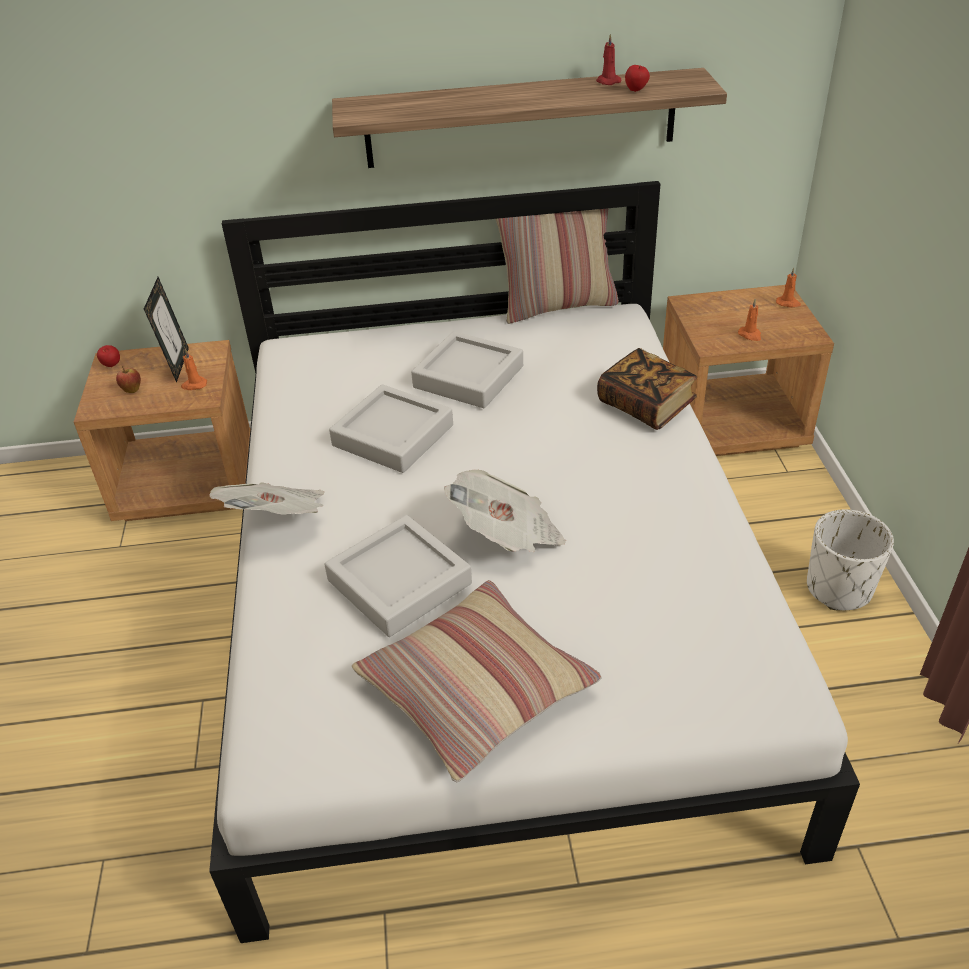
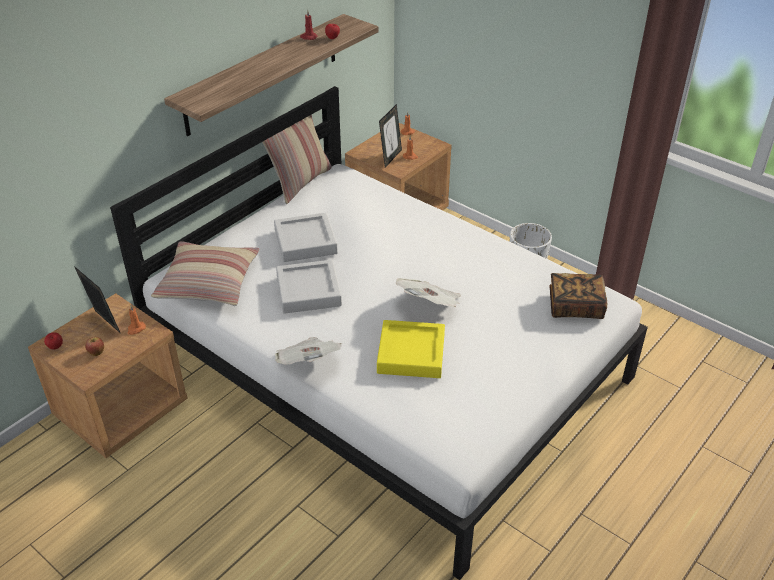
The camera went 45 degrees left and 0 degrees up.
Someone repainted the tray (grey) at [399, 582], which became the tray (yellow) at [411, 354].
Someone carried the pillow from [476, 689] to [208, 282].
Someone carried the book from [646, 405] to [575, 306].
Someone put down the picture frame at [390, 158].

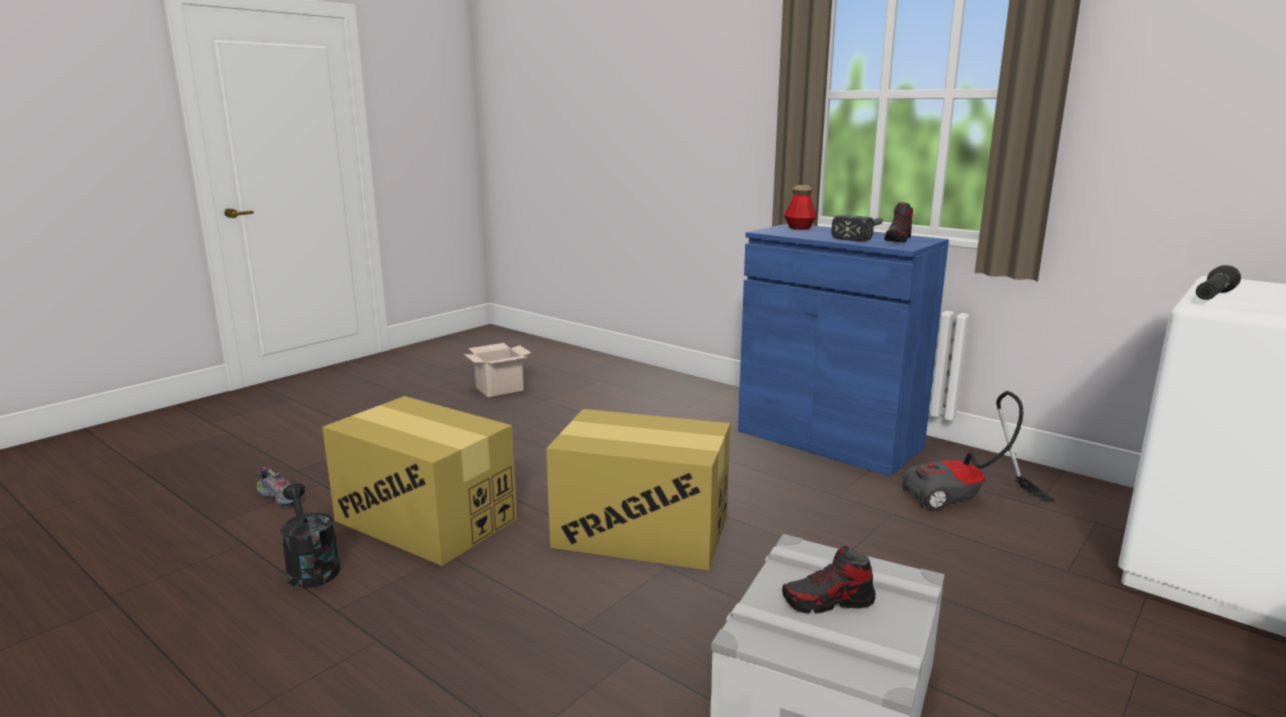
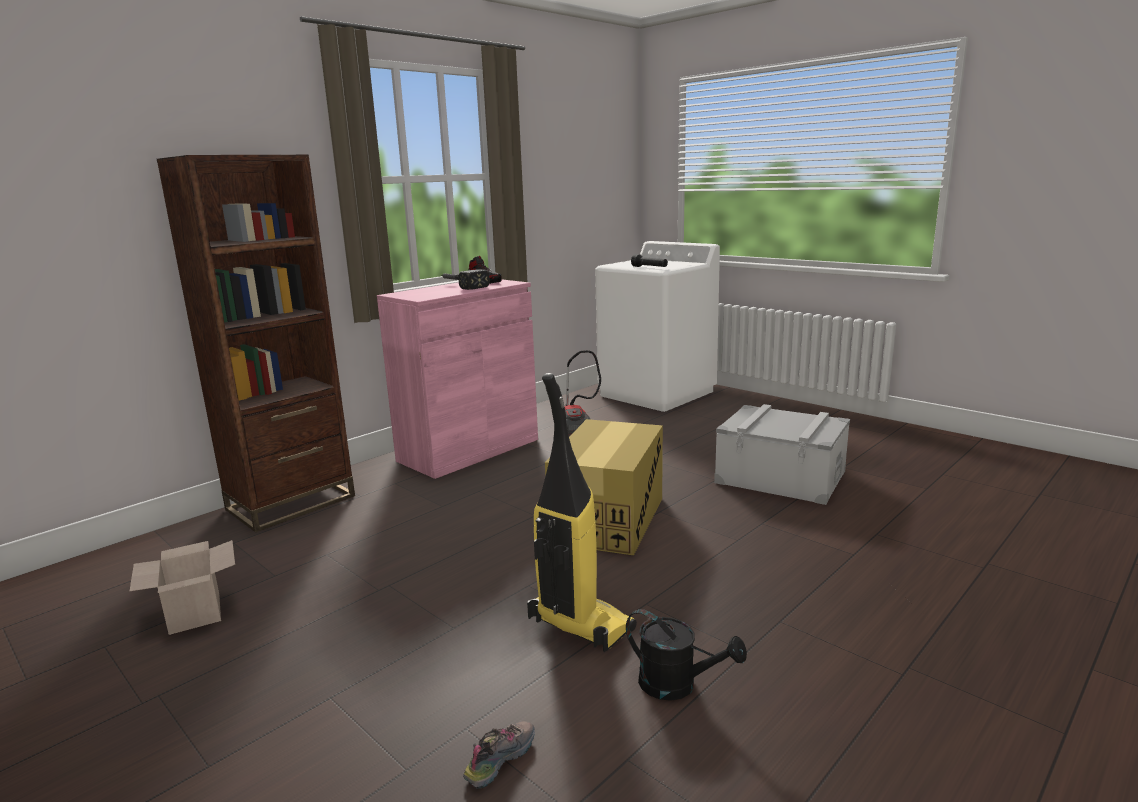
The camera went 85 degrees left and 0 degrees up.
Someone rotated the watering can (black) at [310, 567] by 120 degrees counterclockwise.
Someone swapped the cardboard box at [425, 519] for the vacuum cleaner at [579, 625].
Someone repainted the cabinet (blue) at [829, 439], which became the cabinet (pink) at [469, 450].
Someone took away the shoe at [828, 602].
Someone took away the bottle at [799, 228].
Someone put down the bookcase (brown) at [291, 503].

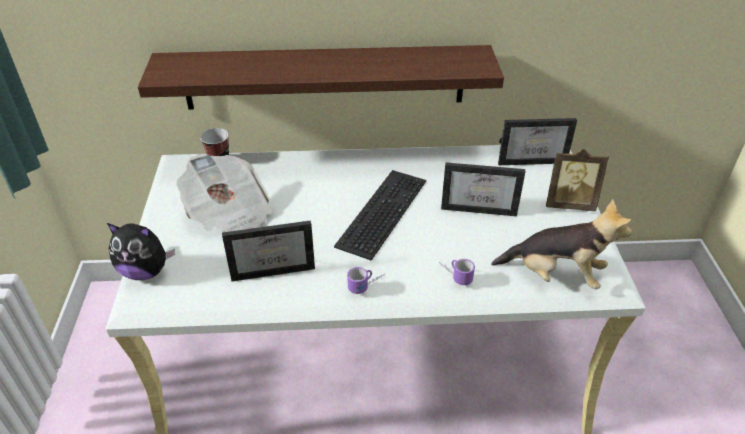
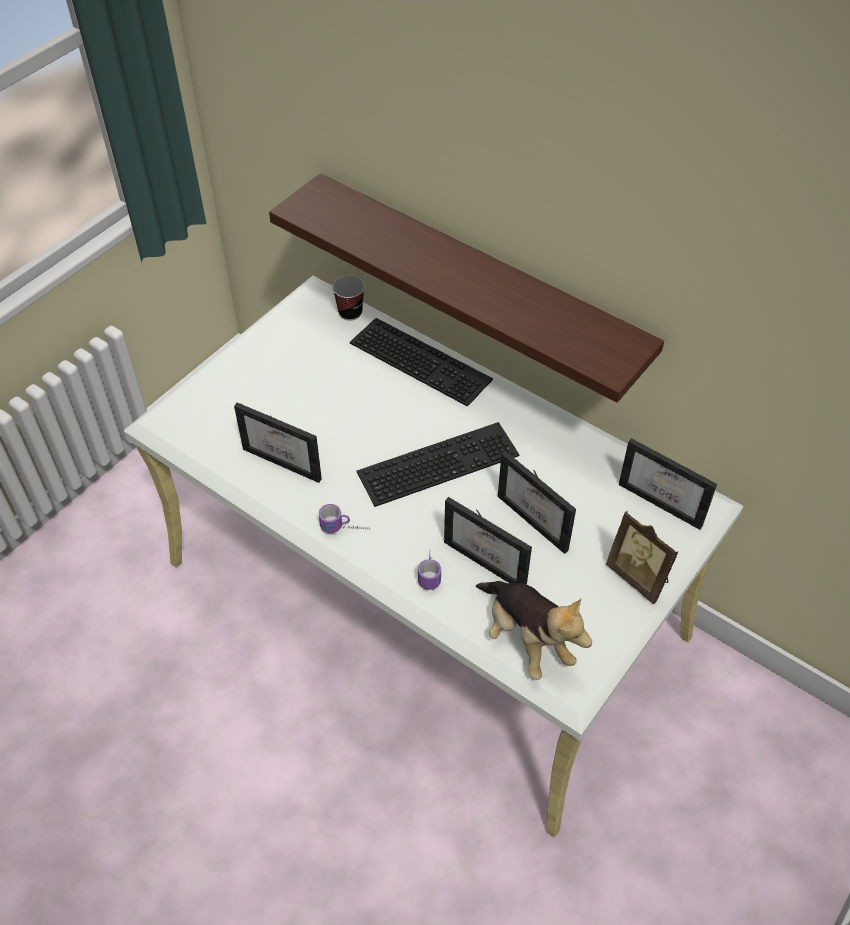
The camera went 40 degrees right and 10 degrees up.
Someone took away the plush toy at [145, 271].
Someone took away the newspaper at [229, 216].
Someone put down the keyboard at [423, 360].
Someone put down the picture frame at [491, 559].

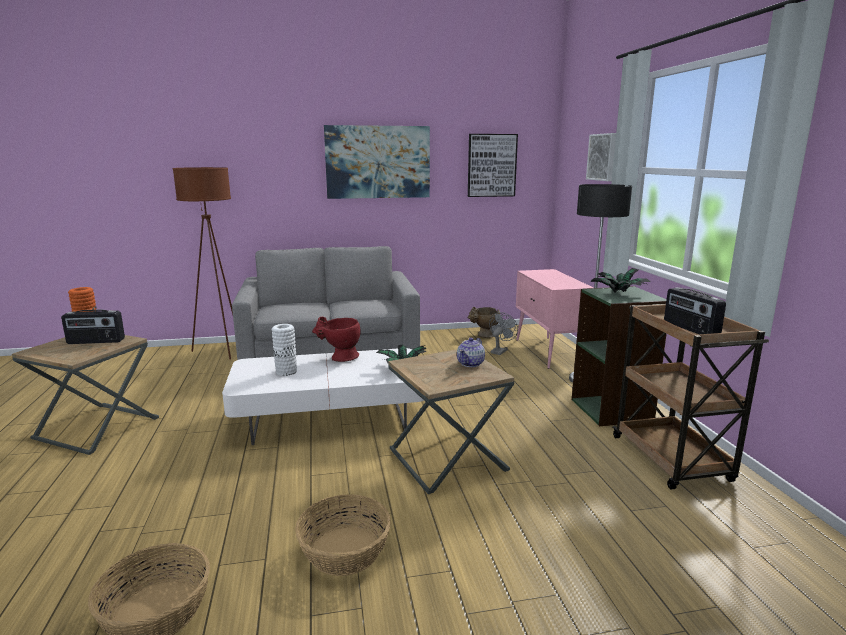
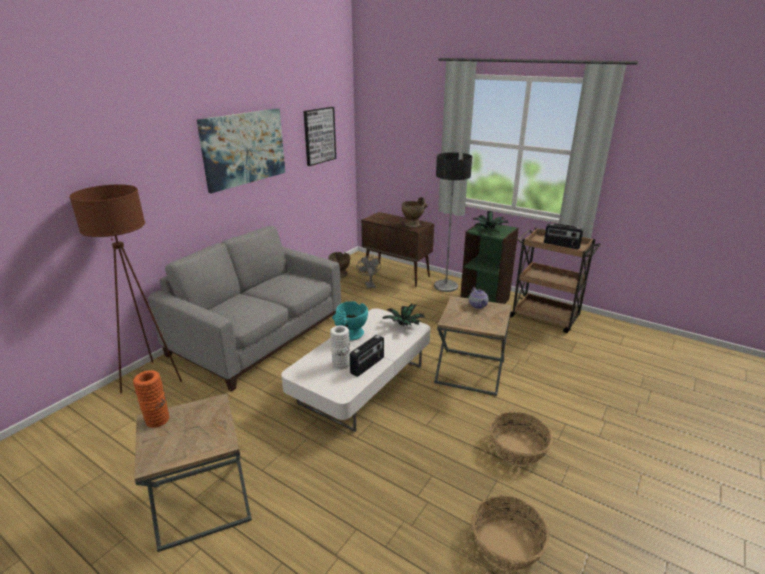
The camera went 45 degrees left and 10 degrees up.
Someone carried the radio from [96, 341] to [368, 365].
Someone repainted the vase (red) at [340, 358], which became the vase (turquoise) at [351, 336].
Someone repainted the cabinet (pink) at [548, 352], which became the cabinet (brown) at [397, 274].
Someone took away the picture at [603, 157].
Someone put down the vase (beige) at [414, 224].

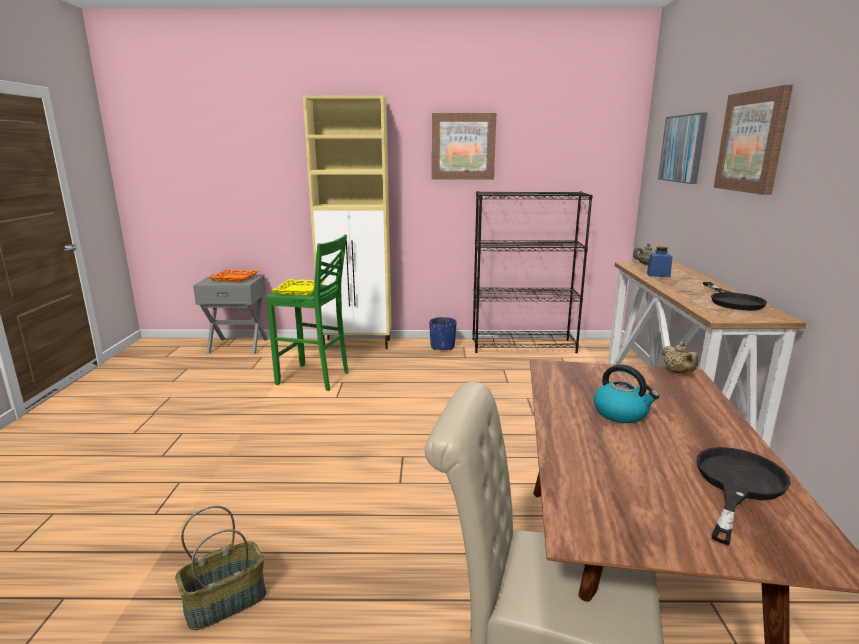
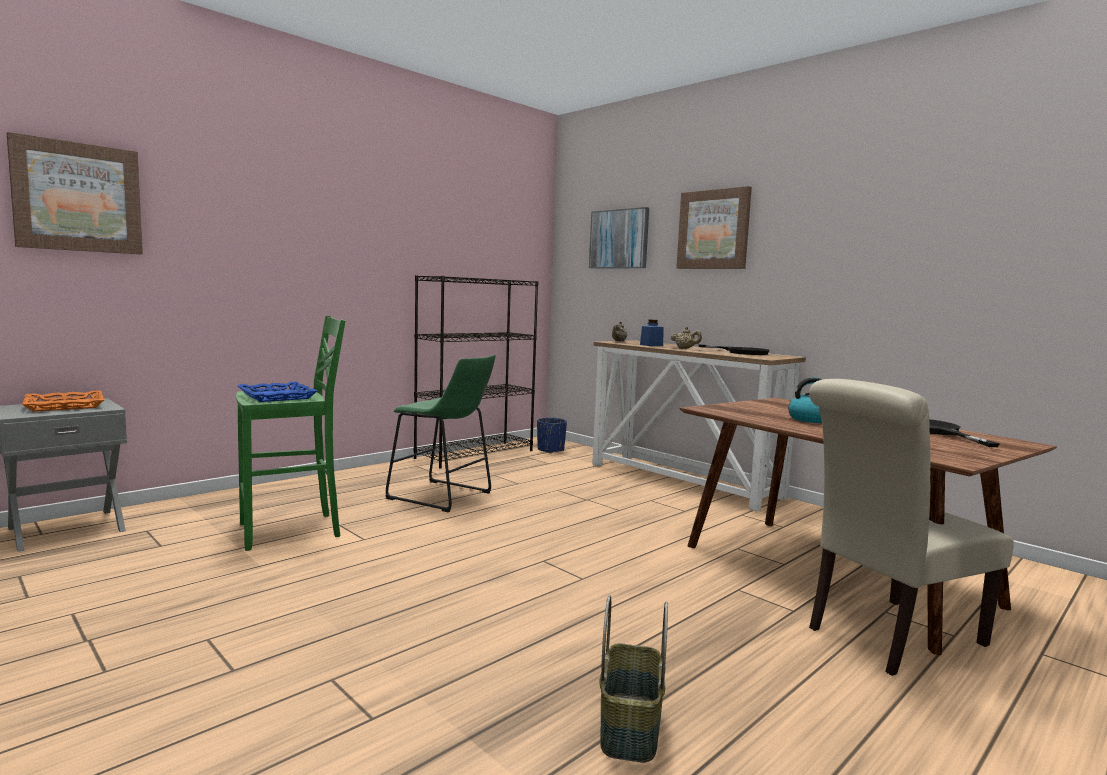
The camera went 45 degrees left and 10 degrees down.
Someone repainted the tray (yellow) at [299, 290], which became the tray (blue) at [276, 396].
Someone took away the cabinet (beige) at [358, 344].
Someone carried the planter (blue) from [442, 347] to [550, 450].
Someone carried the picture from [463, 146] to [78, 197].
Someone carried the teapot (beige) from [677, 372] to [685, 348].
Someone put down the stool (green) at [444, 497].

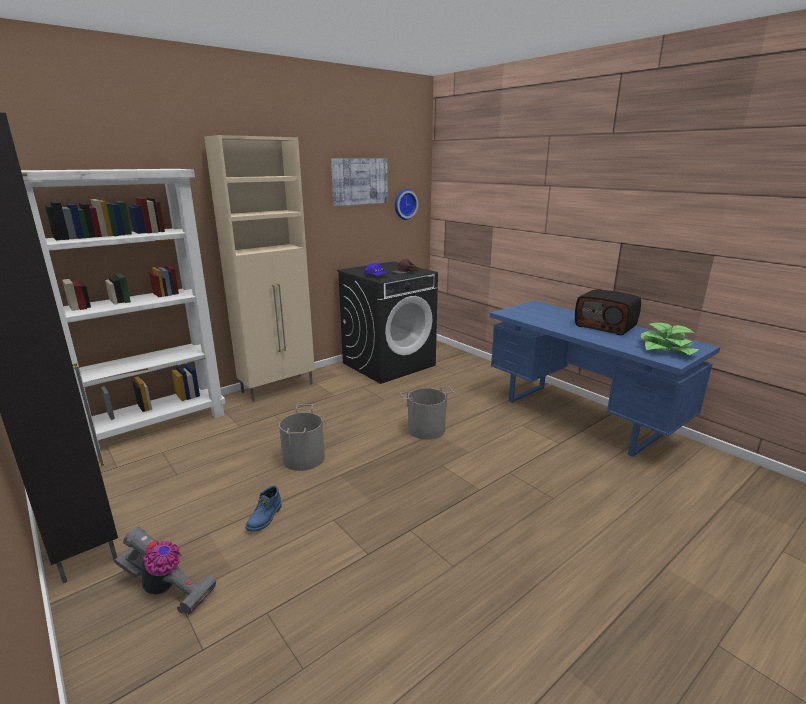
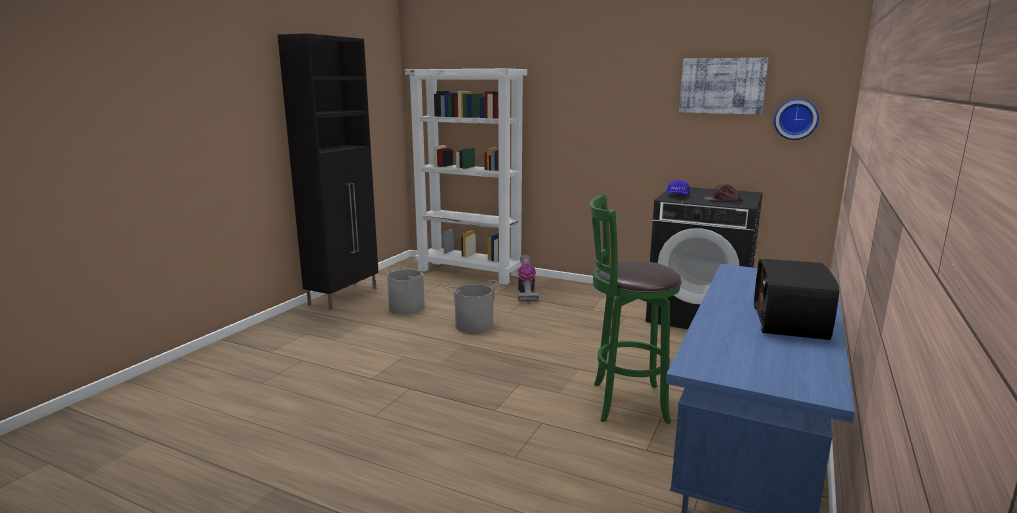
The camera went 65 degrees right and 5 degrees down.
Someone carried the vacuum cleaner from [166, 589] to [526, 293].
Someone took away the cabinet (beige) at [278, 388].
Someone took away the boot (blue) at [265, 518].
Someone carried the bucket (grey) from [426, 429] to [407, 307].
Someone took away the potted plant at [666, 349].
Someone put down the stool (green) at [624, 402].

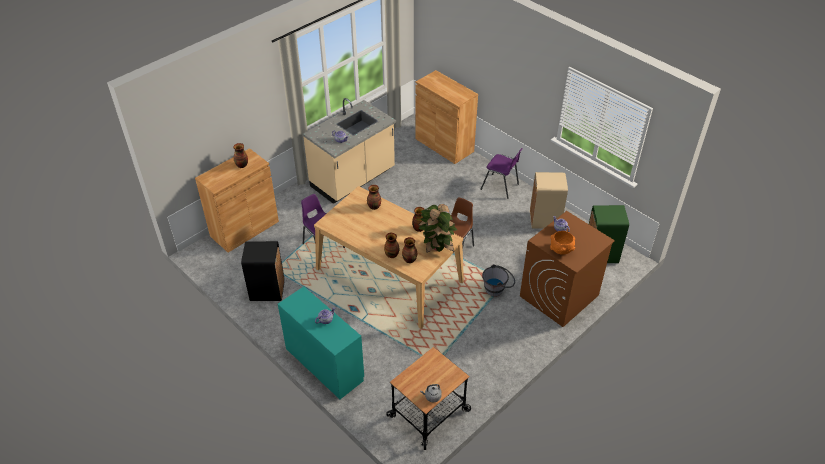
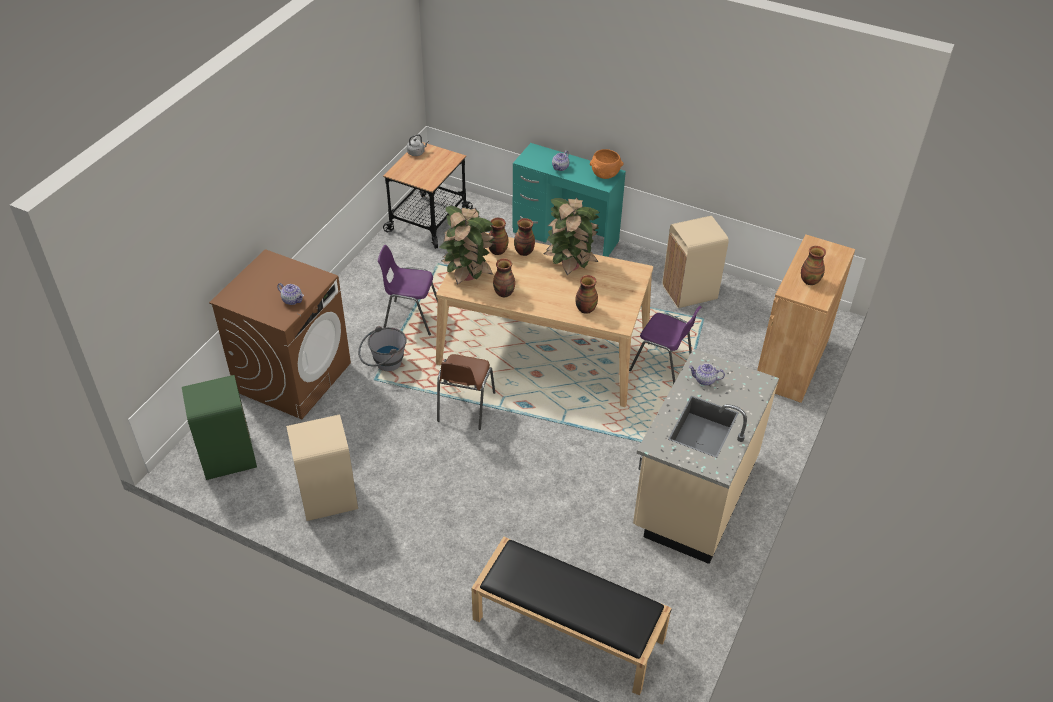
The camera went 160 degrees right and 0 degrees up.
Someone repainted the trash can (black) at [267, 290], which became the trash can (beige) at [690, 292].
Someone swapped the cabinet (brown) at [444, 145] for the bench (black) at [567, 629].
Someone carried the chair (purple) from [500, 187] to [410, 317].
Someone carried the bowl (orange) from [561, 250] to [605, 175].
Someone put down the potted plant at [571, 264].

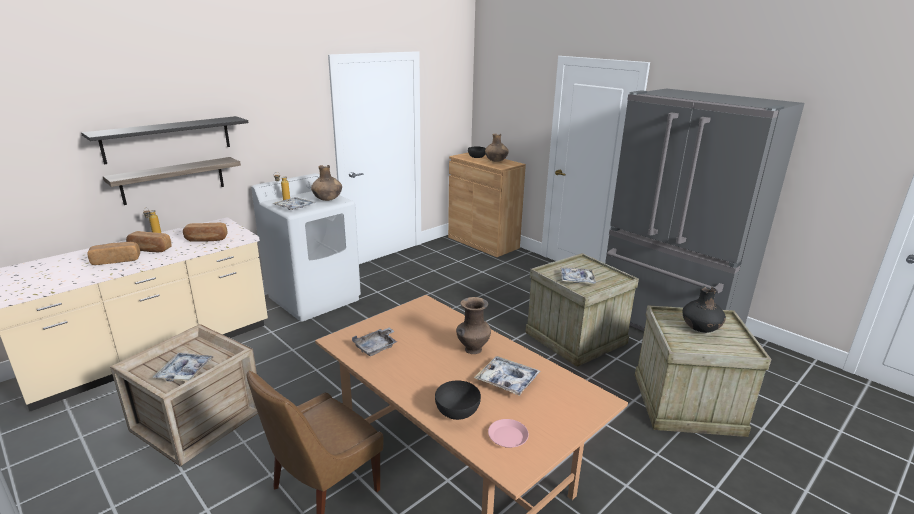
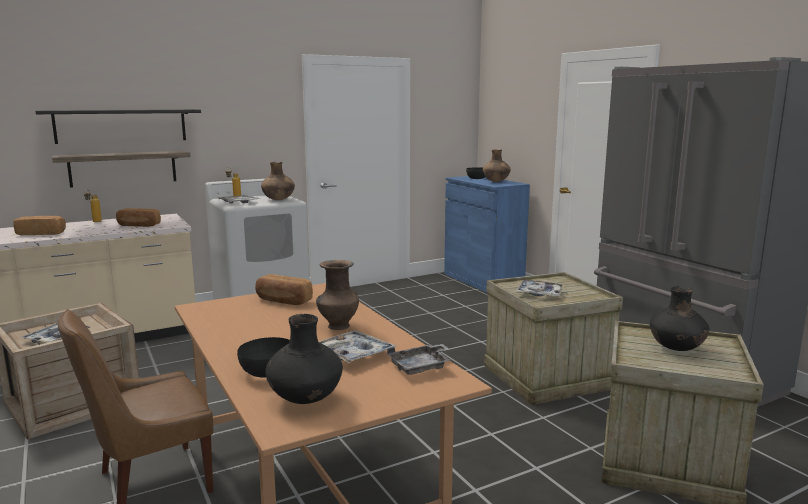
The camera went 15 degrees right and 10 degrees down.
Someone carried the bread from [149, 249] to [283, 301].
Someone carried the tray (grey) from [376, 347] to [421, 367].
Someone repainted the cabinet (brown) at [483, 242], which became the cabinet (blue) at [482, 281].
Someone swapped the plate (pink) at [507, 436] for the vase (black) at [305, 399].

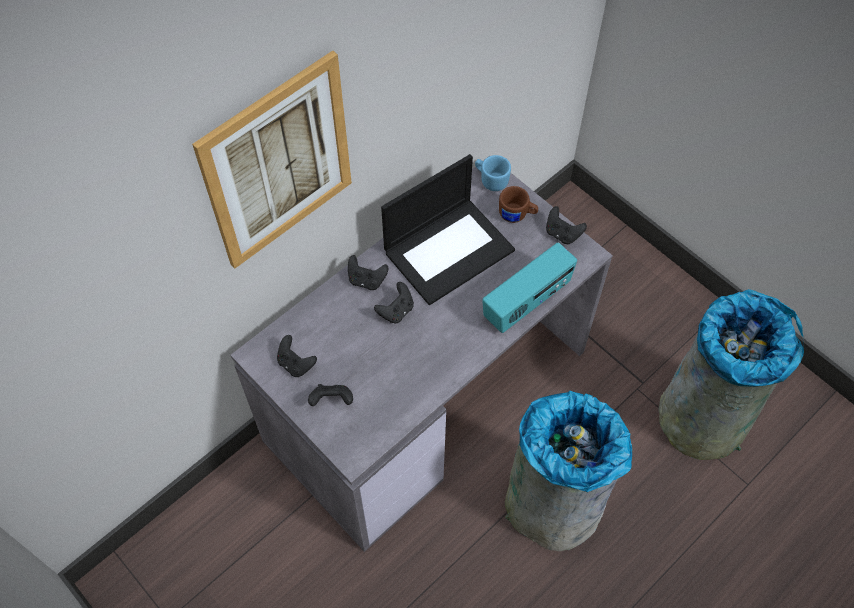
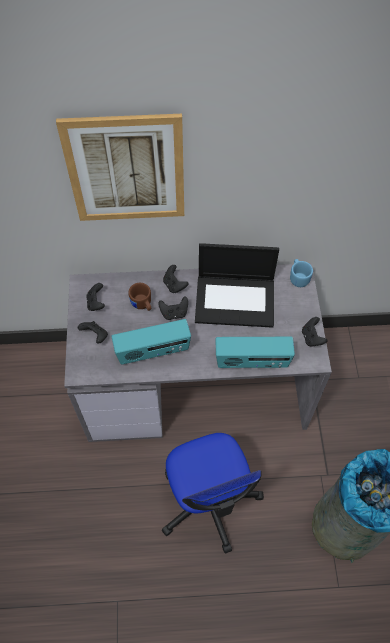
The camera went 40 degrees right and 0 degrees up.
Someone carried the mug (brown) from [517, 215] to [142, 305].
Someone swapped the trash can (grey) at [553, 506] for the office chair at [209, 501].
Someone put down the radio at [153, 351].

